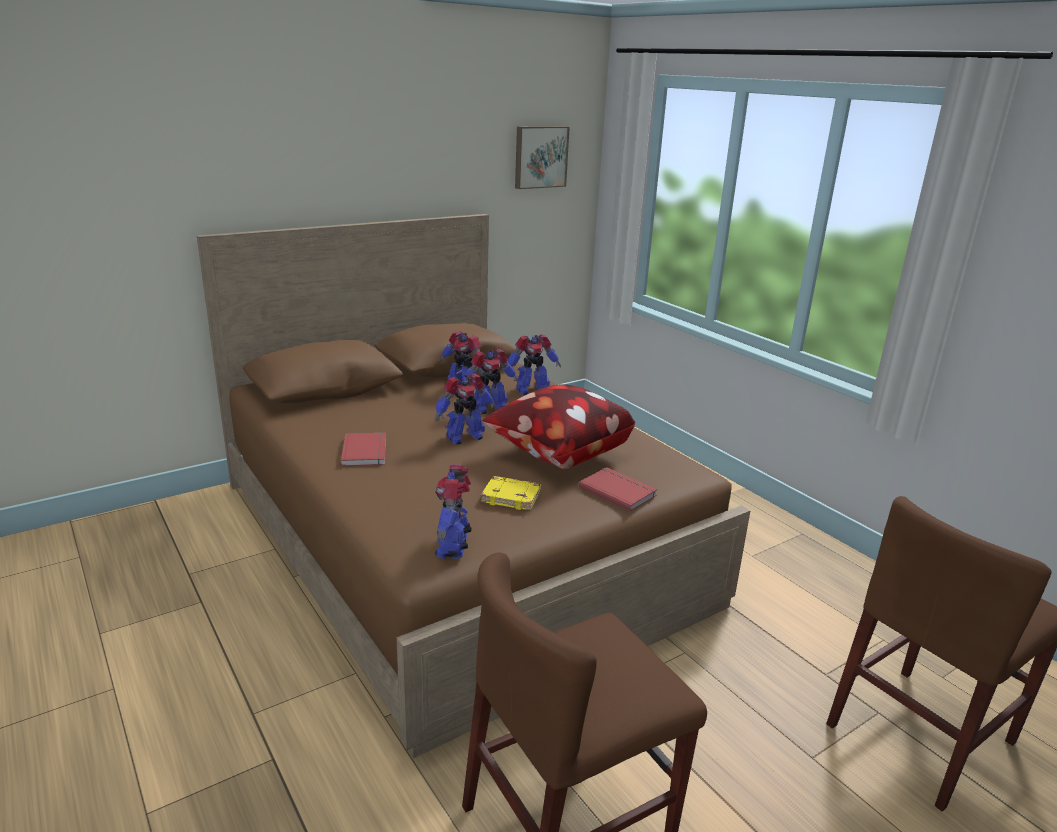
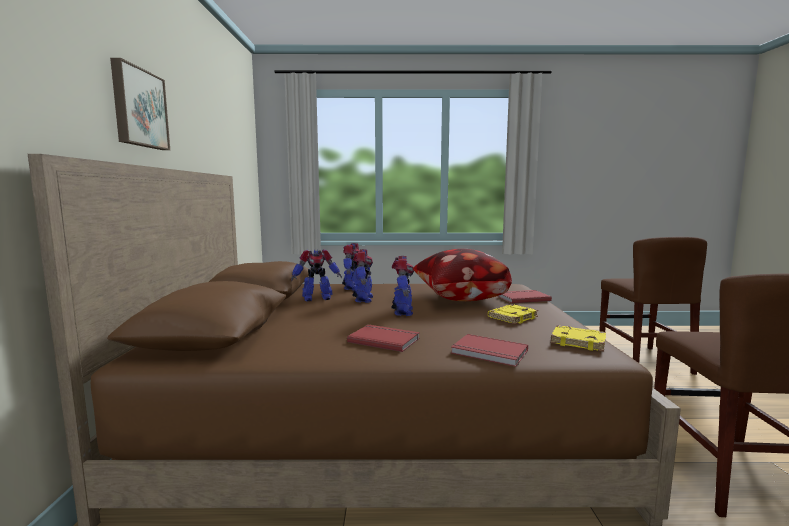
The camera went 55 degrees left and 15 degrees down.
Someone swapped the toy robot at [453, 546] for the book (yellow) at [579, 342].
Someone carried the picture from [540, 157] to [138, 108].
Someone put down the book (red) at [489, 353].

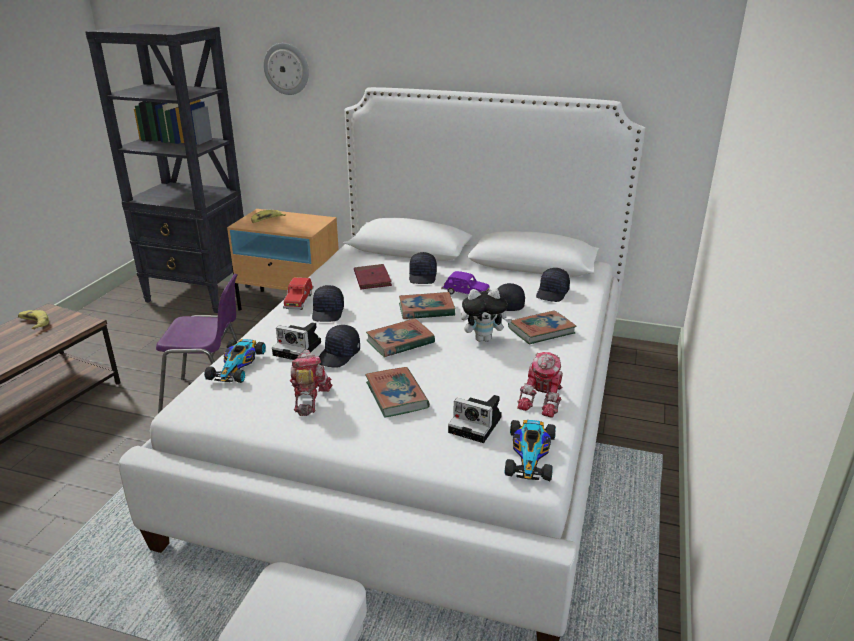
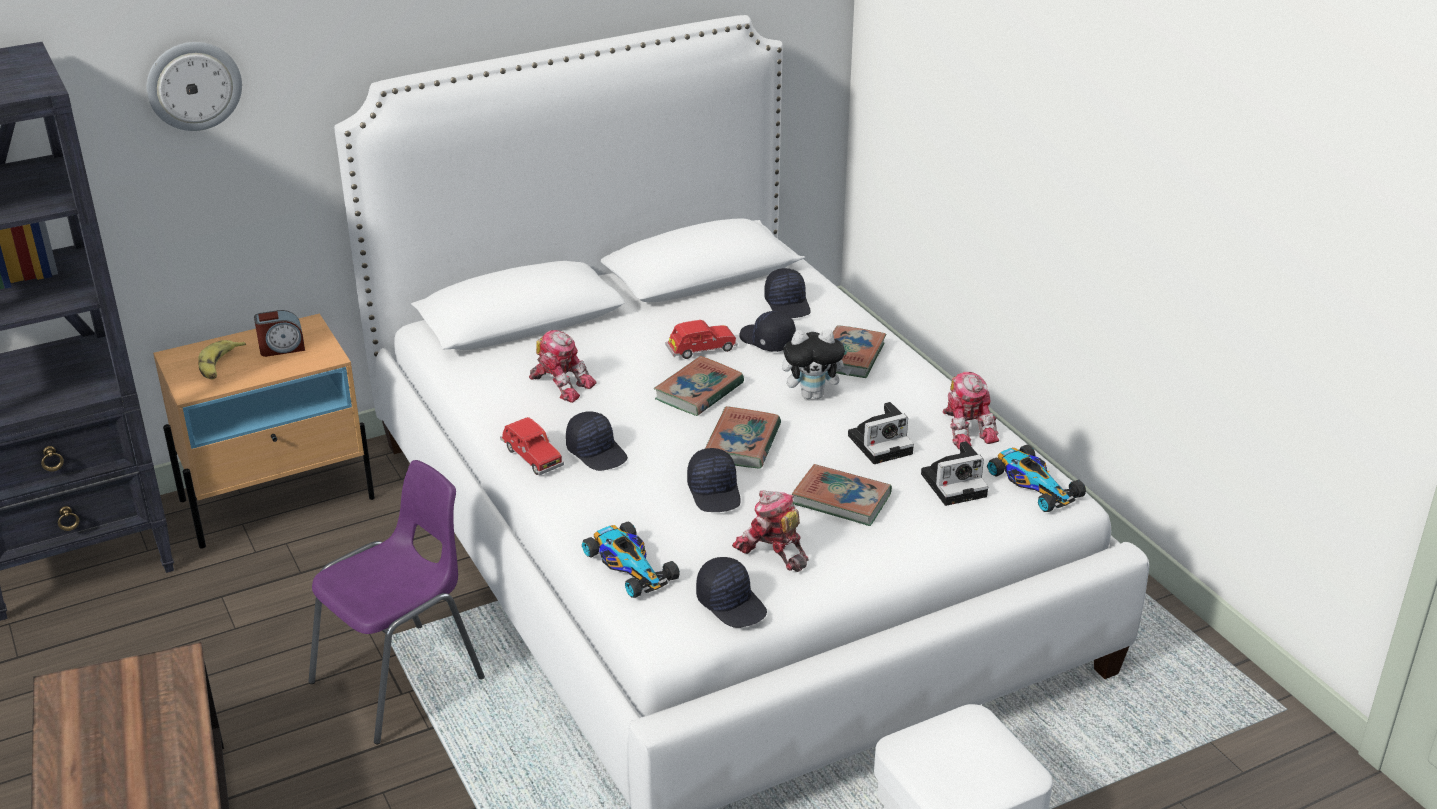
The camera went 45 degrees left and 5 degrees up.
Someone took away the banana at [34, 323].
Someone carried the photo camera from [299, 349] to [881, 443].
Someone swapped the book (red) at [372, 279] for the toy robot at [561, 384].
Someone carried the cap (black) from [423, 276] to [732, 603].
Someone repainted the toy car (purple) at [465, 294], which became the toy car (red) at [701, 350].
Someone rotated the plush toy at [484, 339] by 45 degrees clockwise.
Someone put down the alarm clock at [282, 348].

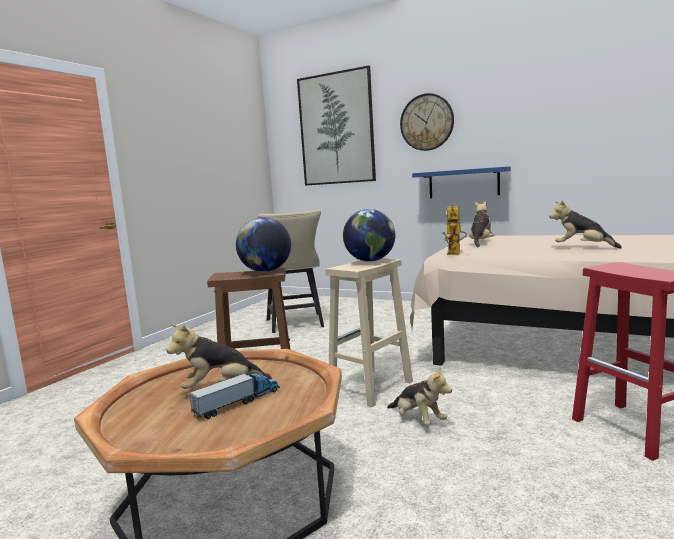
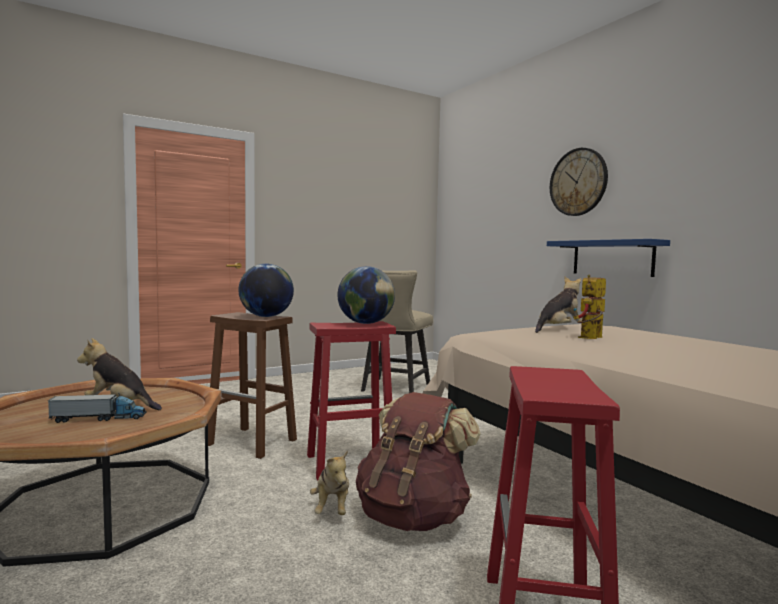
The camera went 30 degrees right and 5 degrees down.
Someone took away the picture at [336, 129].
Someone repainted the stool (beige) at [370, 388], which became the stool (red) at [348, 463].
Someone carried the toy robot from [455, 254] to [590, 338].
Someone took away the plush toy at [582, 248].
Someone put down the backpack (brown) at [413, 516].

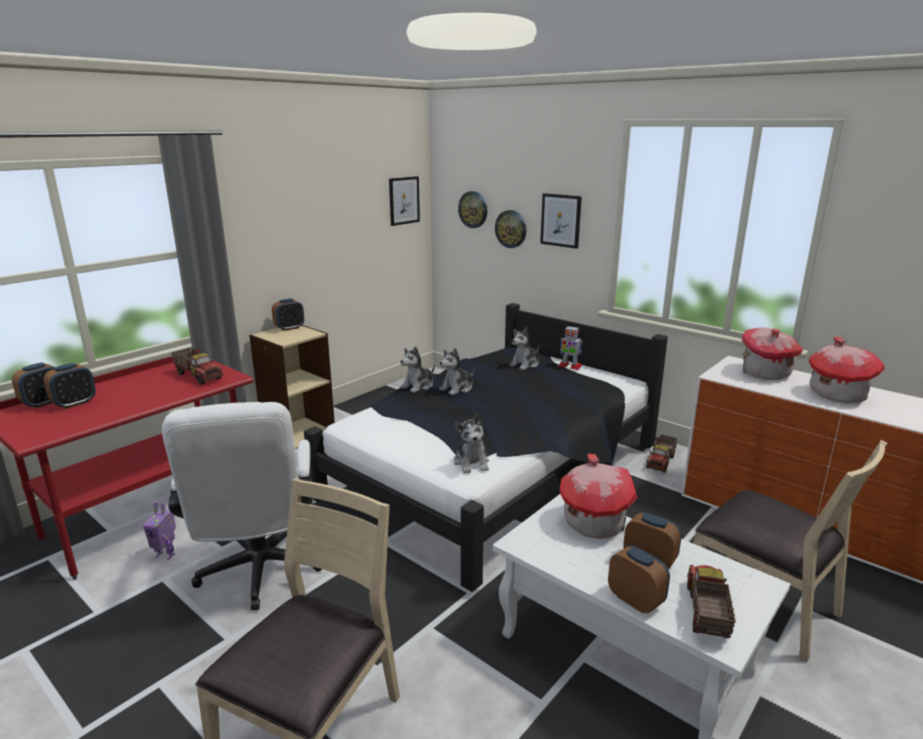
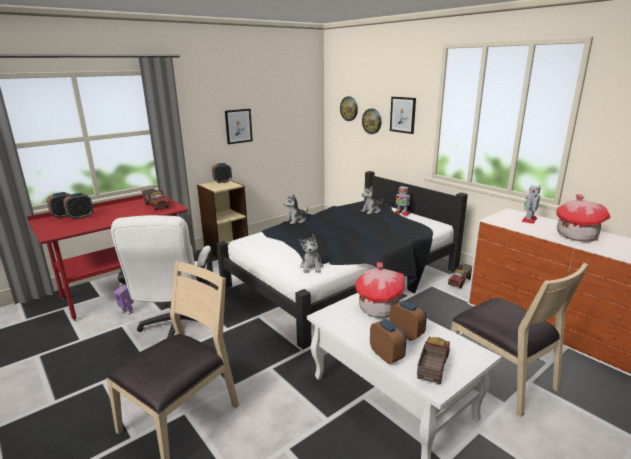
The camera went 10 degrees right and 0 degrees up.
Someone carried the picture from [404, 200] to [238, 126].
Someone took away the plush toy at [457, 388].
Someone swapped the toy house at [765, 373] for the toy robot at [529, 220].

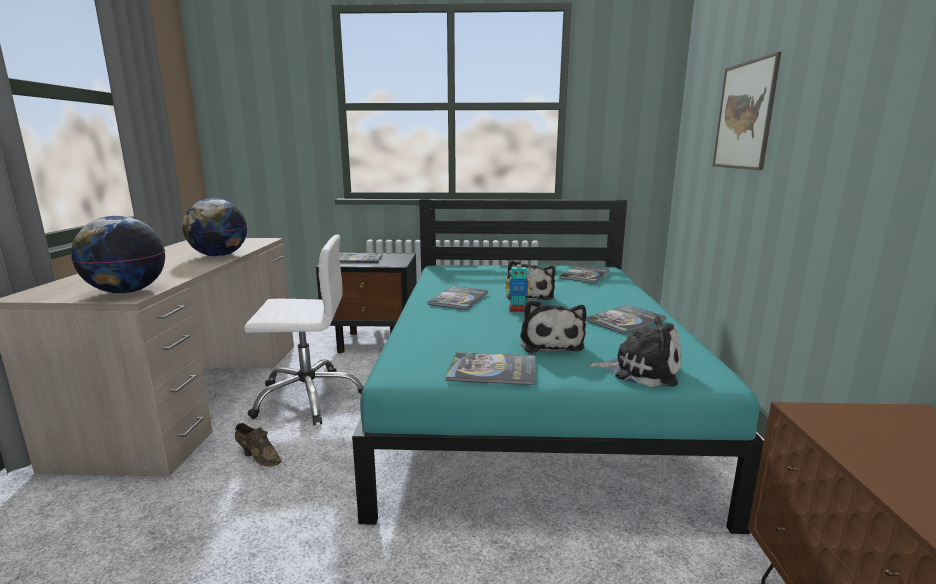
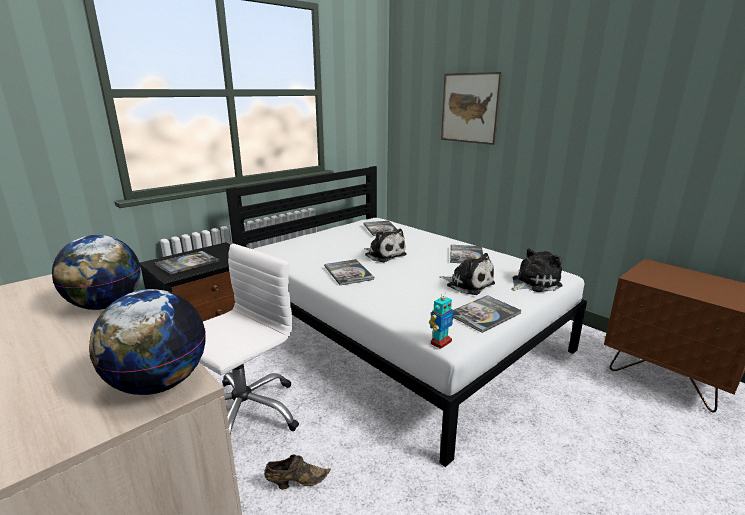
The camera went 45 degrees left and 5 degrees up.
Someone repainted the bed (turquoise) at [530, 398], which became the bed (white) at [397, 331].
Someone carried the toy robot from [517, 309] to [440, 342].

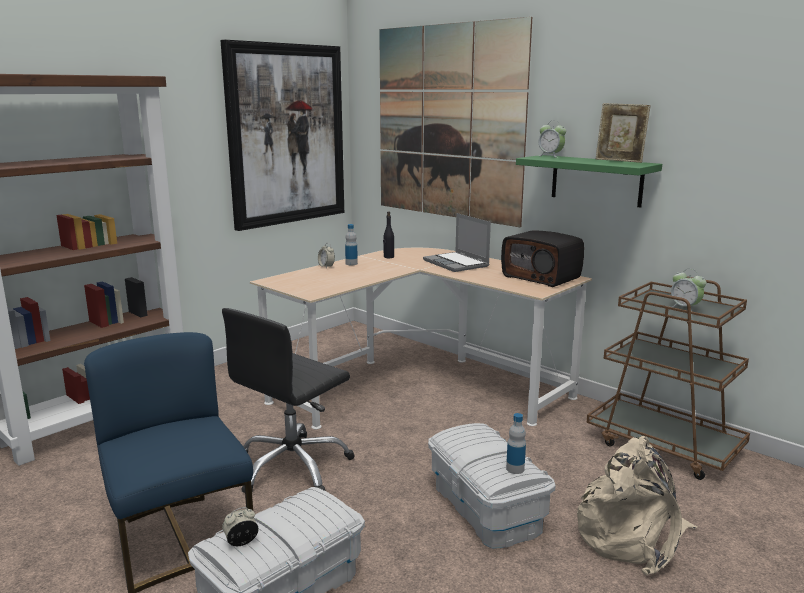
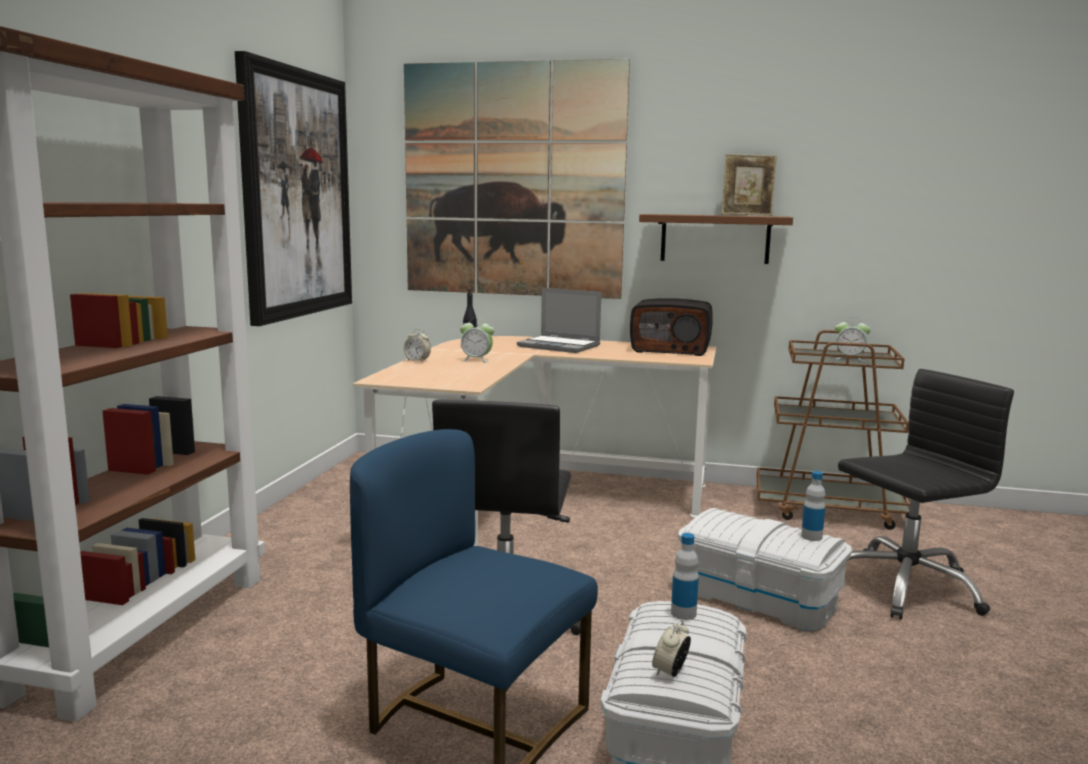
The camera went 30 degrees left and 5 degrees down.
Someone carried the bottle from [351, 263] to [683, 613].
Someone repainted the shelf (green) at [596, 180], which became the shelf (brown) at [715, 238].
Someone carried the alarm clock from [550, 156] to [476, 360].
Someone swapped the backpack (beige) at [632, 536] for the office chair (black) at [905, 587].

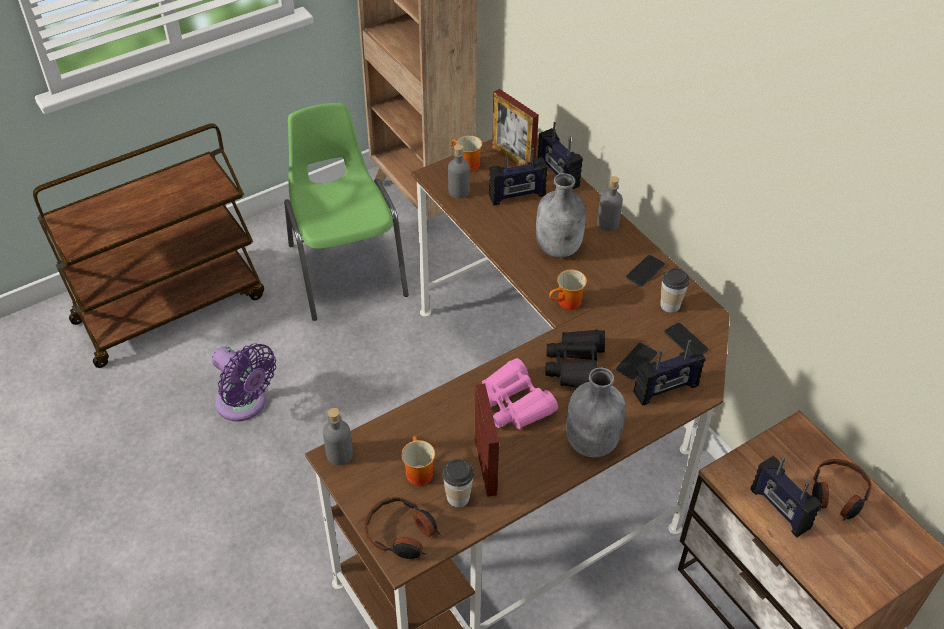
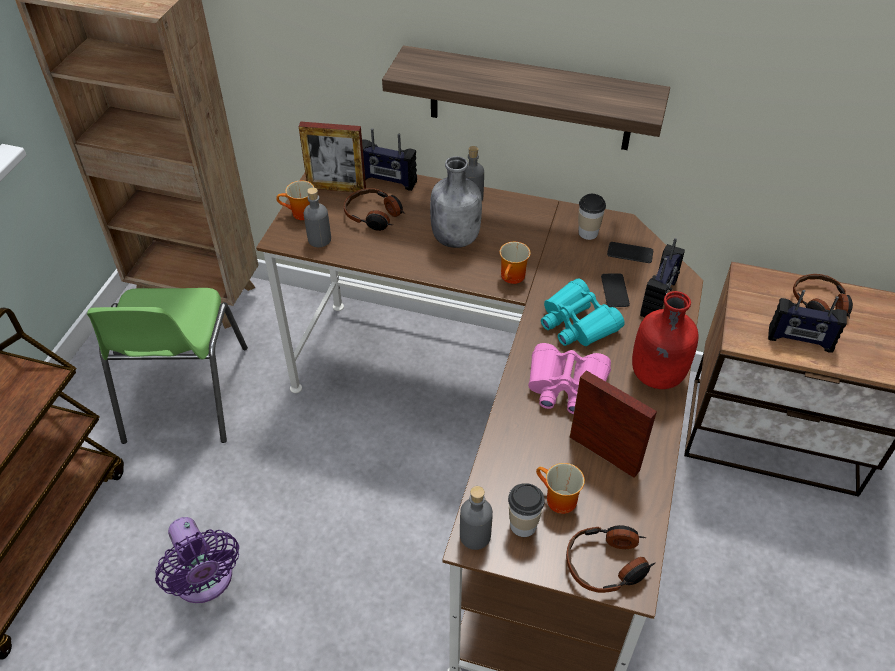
The camera went 40 degrees left and 0 degrees up.
Someone rotated the fan (purple) at [244, 404] by 60 degrees clockwise.
Someone rotated the chair (green) at [346, 269] by 120 degrees counterclockwise.
Someone carried the cup from [458, 497] to [523, 525].
Someone swapped the radio at [517, 196] for the headphones at [374, 216].
Someone repainted the binoculars (black) at [576, 366], which became the binoculars (turquoise) at [577, 323].
Someone repainted the bottle (grey) at [590, 442], which became the bottle (red) at [656, 376].
Someone took away the phone at [645, 271].
Someone put up the shelf at [530, 99].

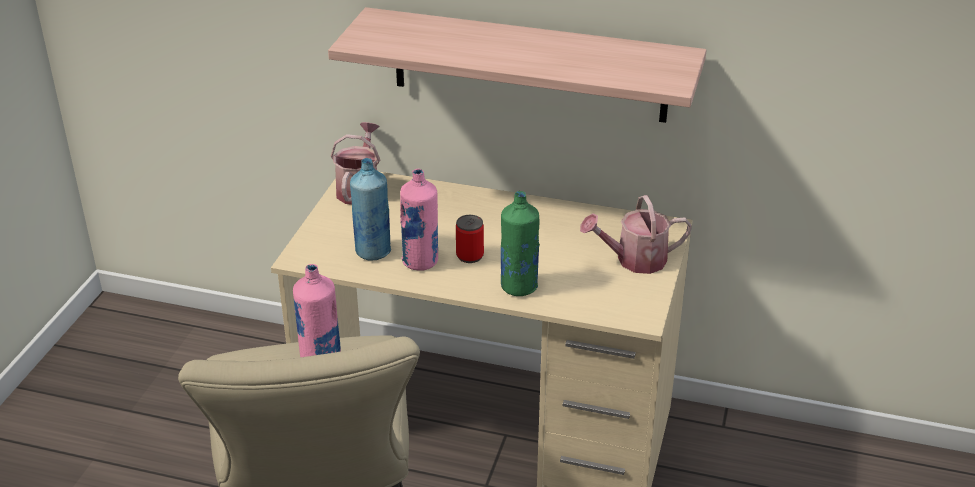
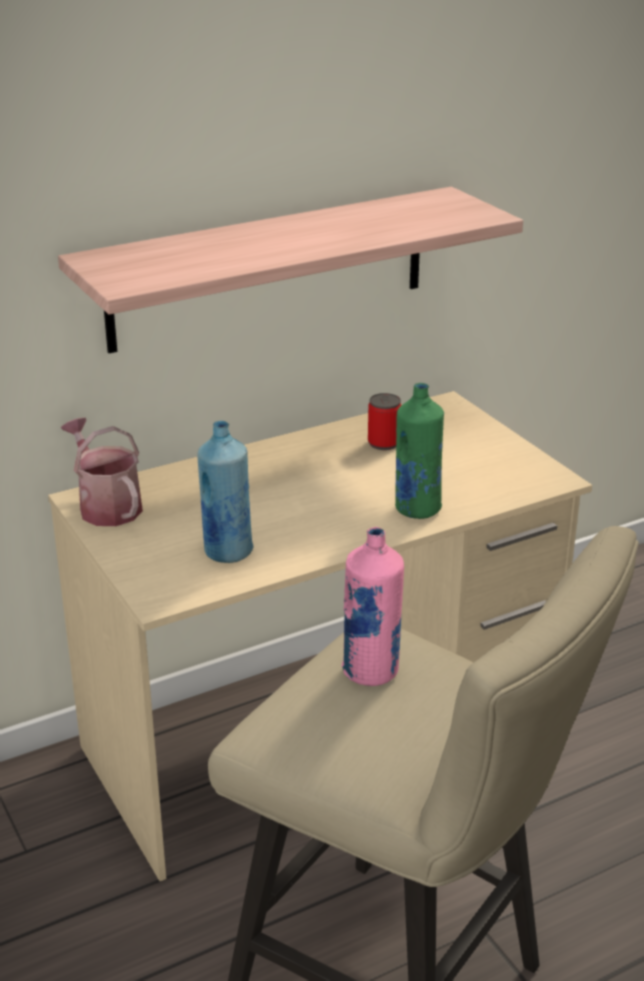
The camera went 45 degrees left and 5 degrees down.
Someone took away the bottle (pink) at [420, 262].
Someone carried the can from [470, 256] to [383, 443].
Someone took away the watering can at [634, 260].

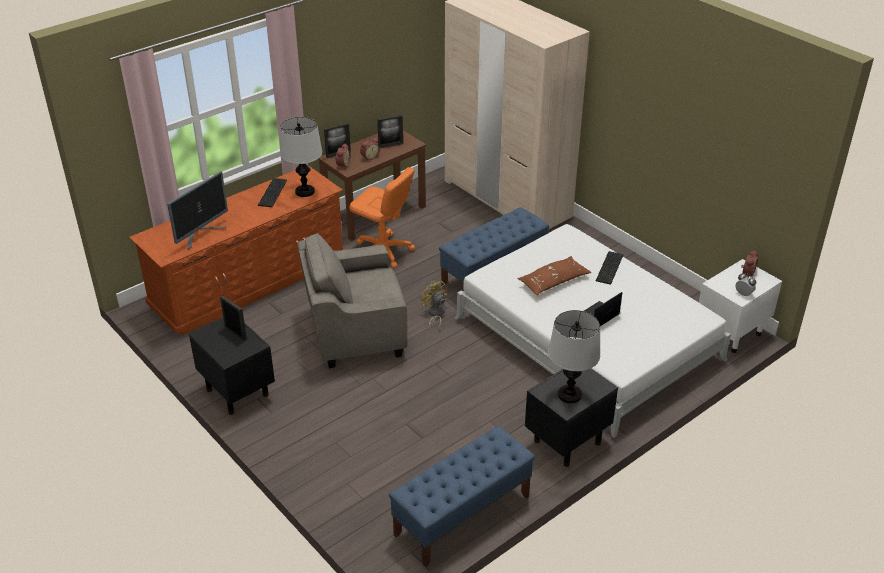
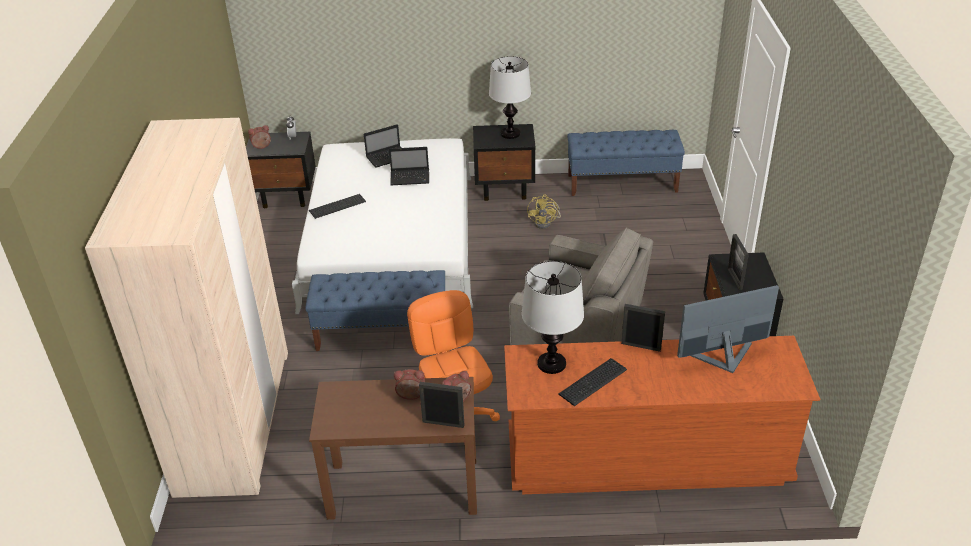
The camera went 140 degrees left and 0 degrees up.
Someone carried the picture frame from [390, 145] to [641, 346].
Someone carried the fan (yellow) from [435, 314] to [545, 223].
Someone took away the pillow (brown) at [553, 282].
Someone repainted the nightstand (white) at [730, 333], which became the nightstand (black) at [287, 196].
Someone put down the laptop at [388, 157].

